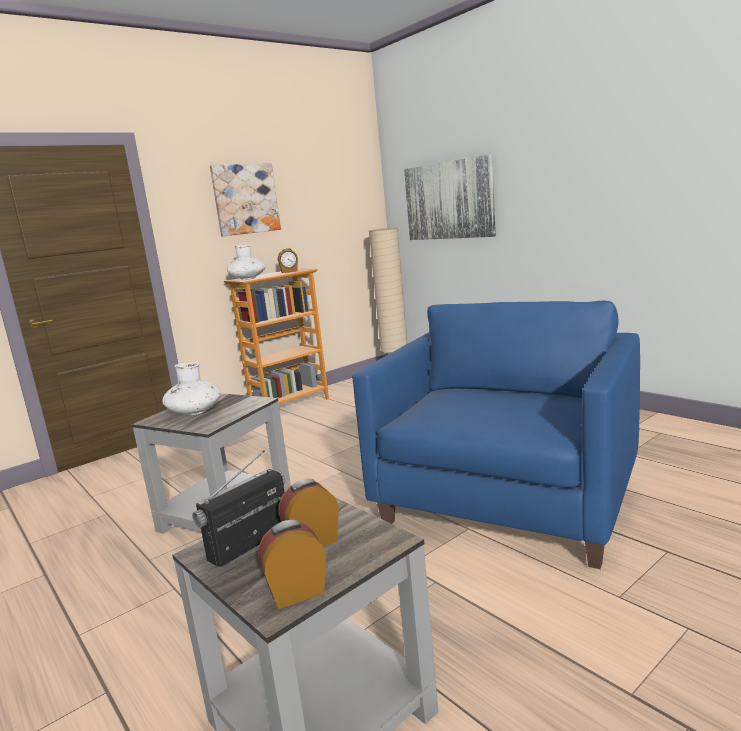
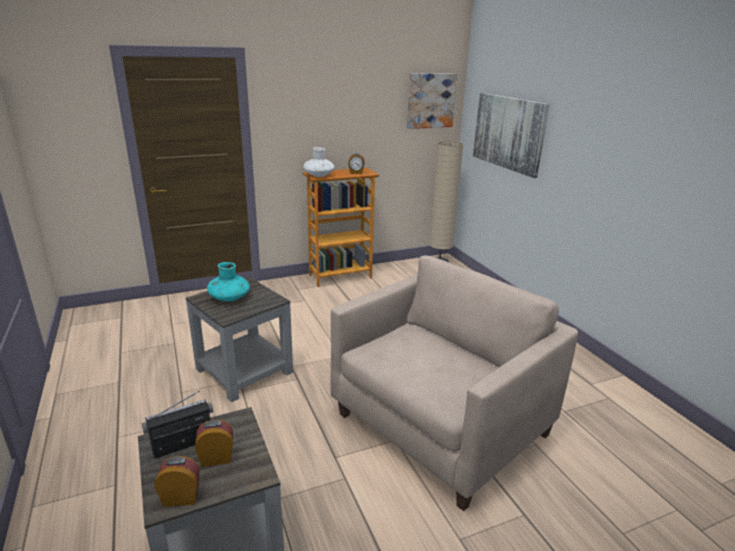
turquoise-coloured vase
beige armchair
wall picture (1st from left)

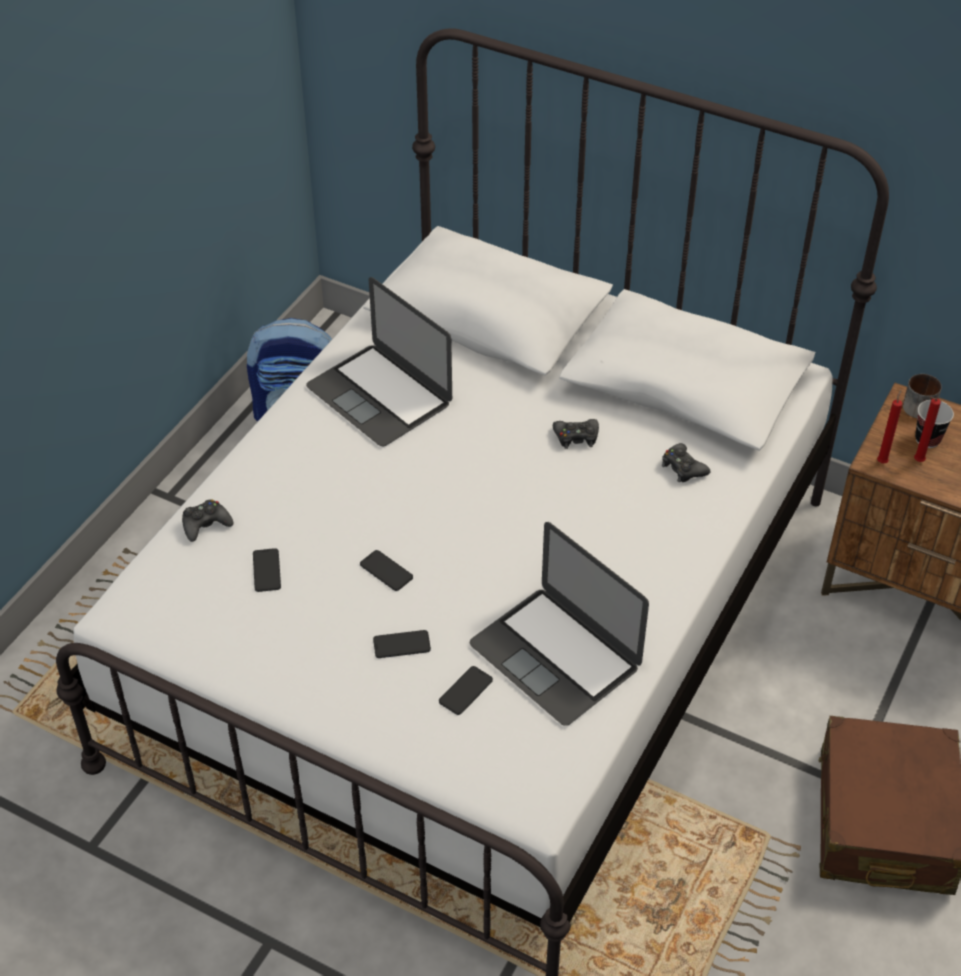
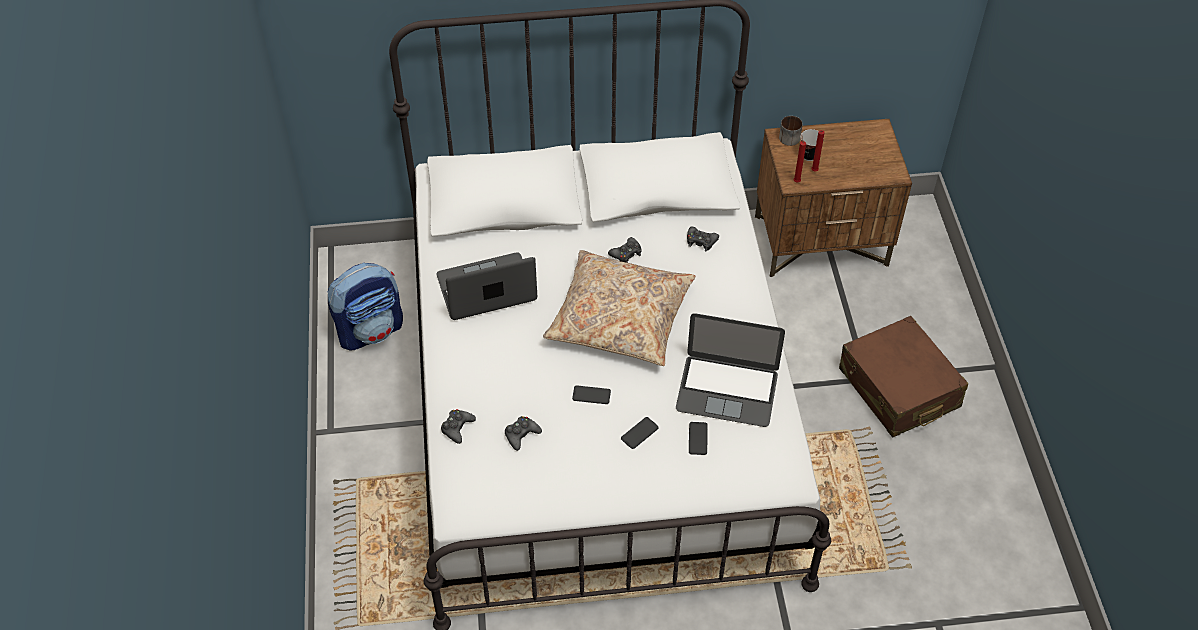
laptop (1st from left)
black gamepad (2nd from left)
beige throw pillow

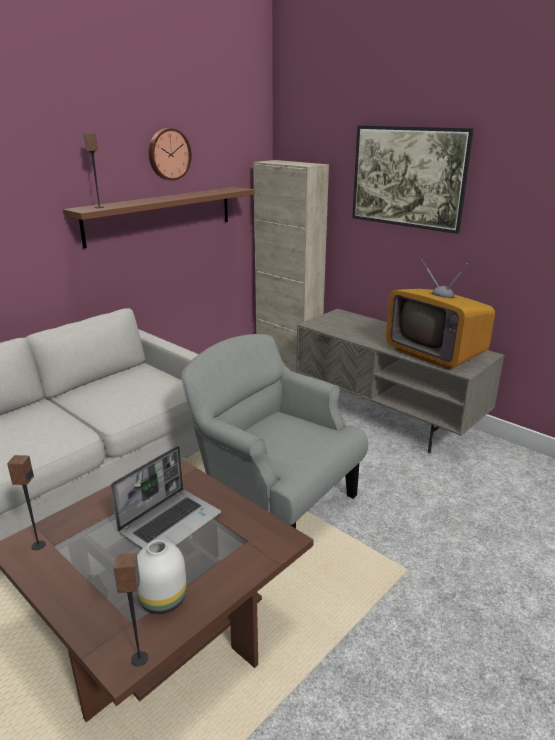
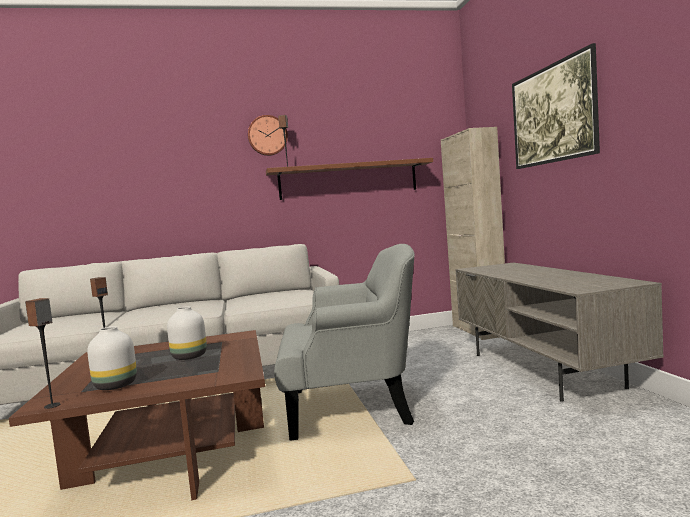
whitish vase (2nd from left)
wall clock
grey armchair
television

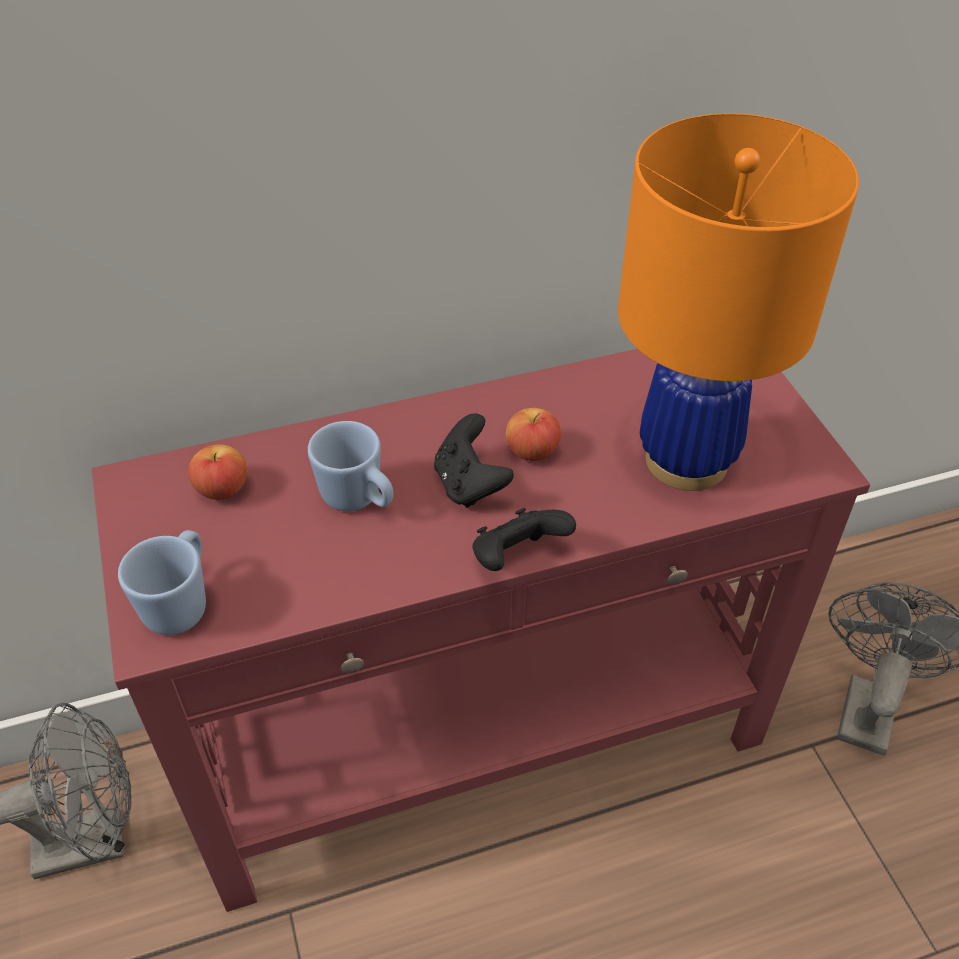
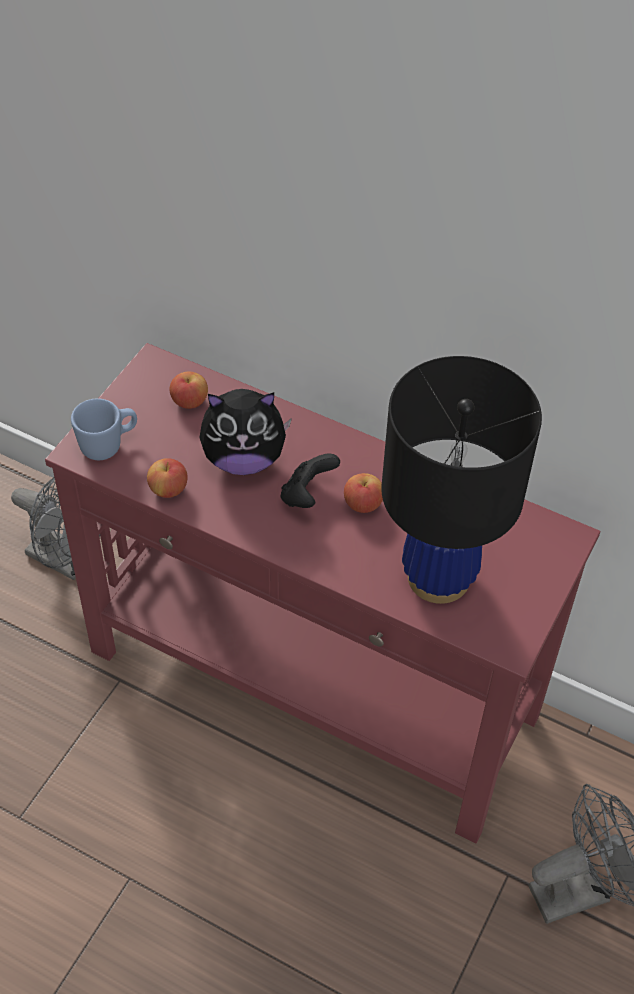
apple fruit (1st from left)
cuddly toy
black lamp for a table
black gamepad (2nd from left in the first image)

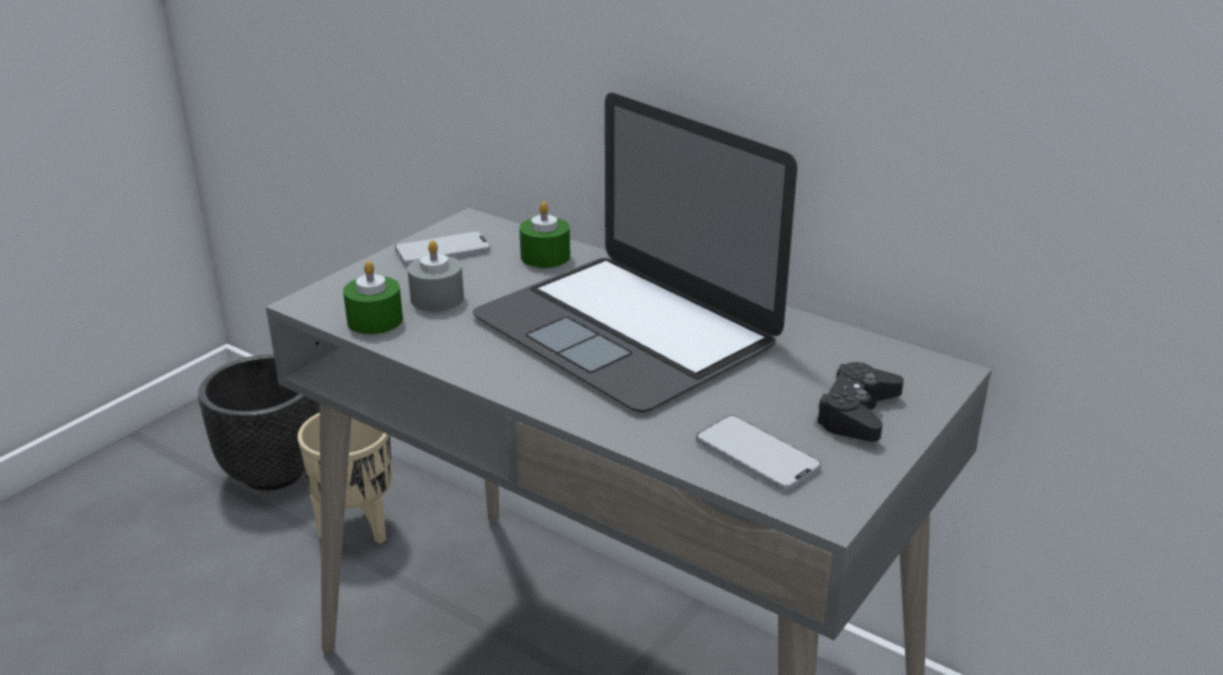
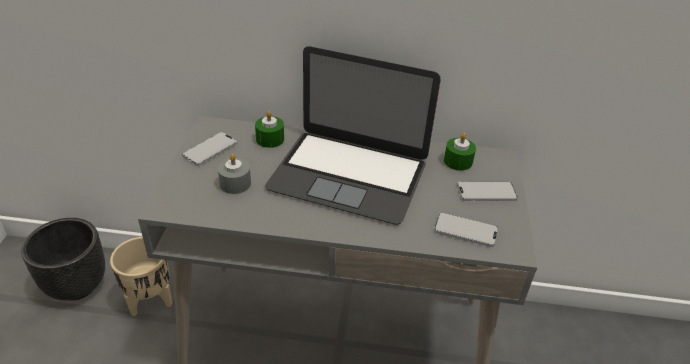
green-coloured wax candle (2nd from left)
phone (3rd from left)

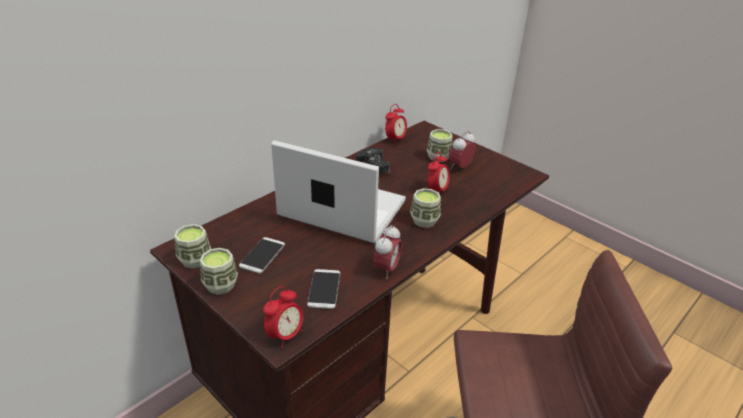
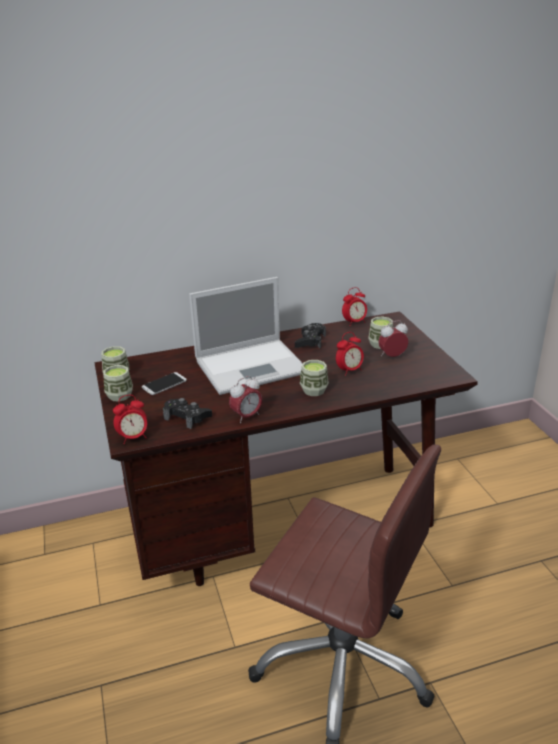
black gamepad (1st from left)
laptop

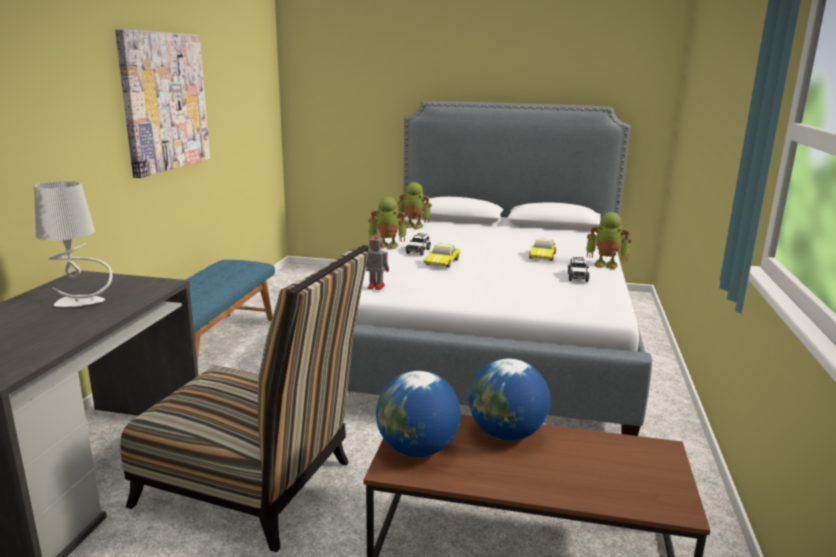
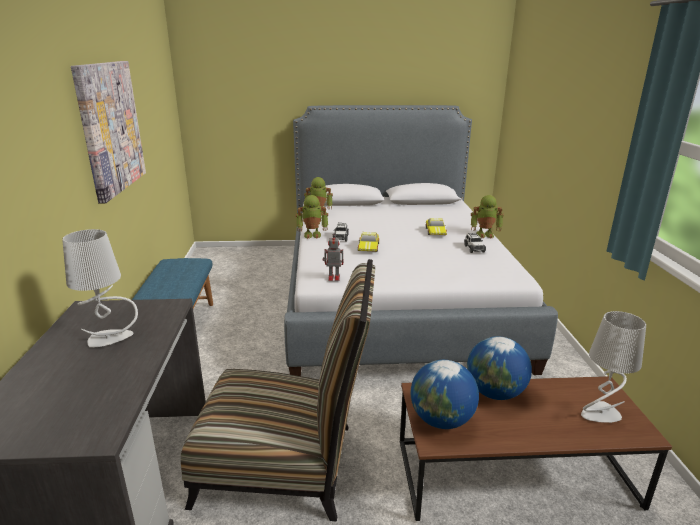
grey lamp for a table (2nd from left)

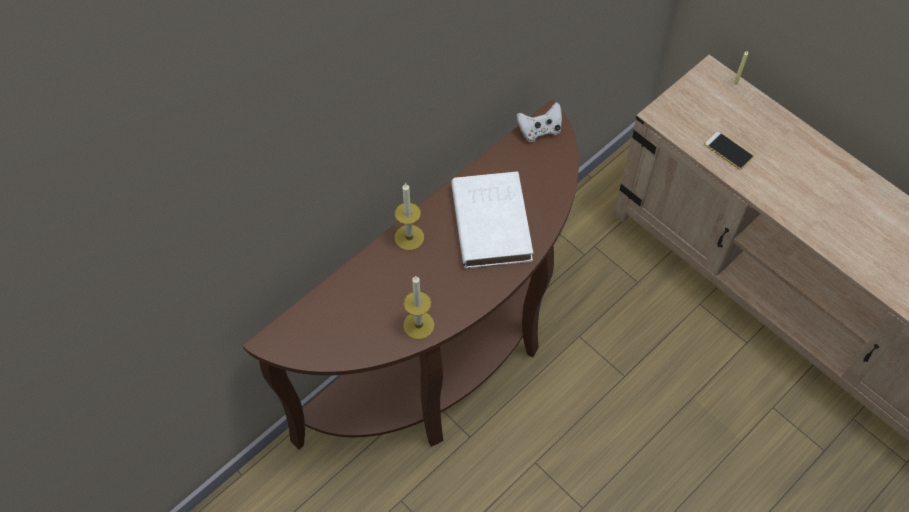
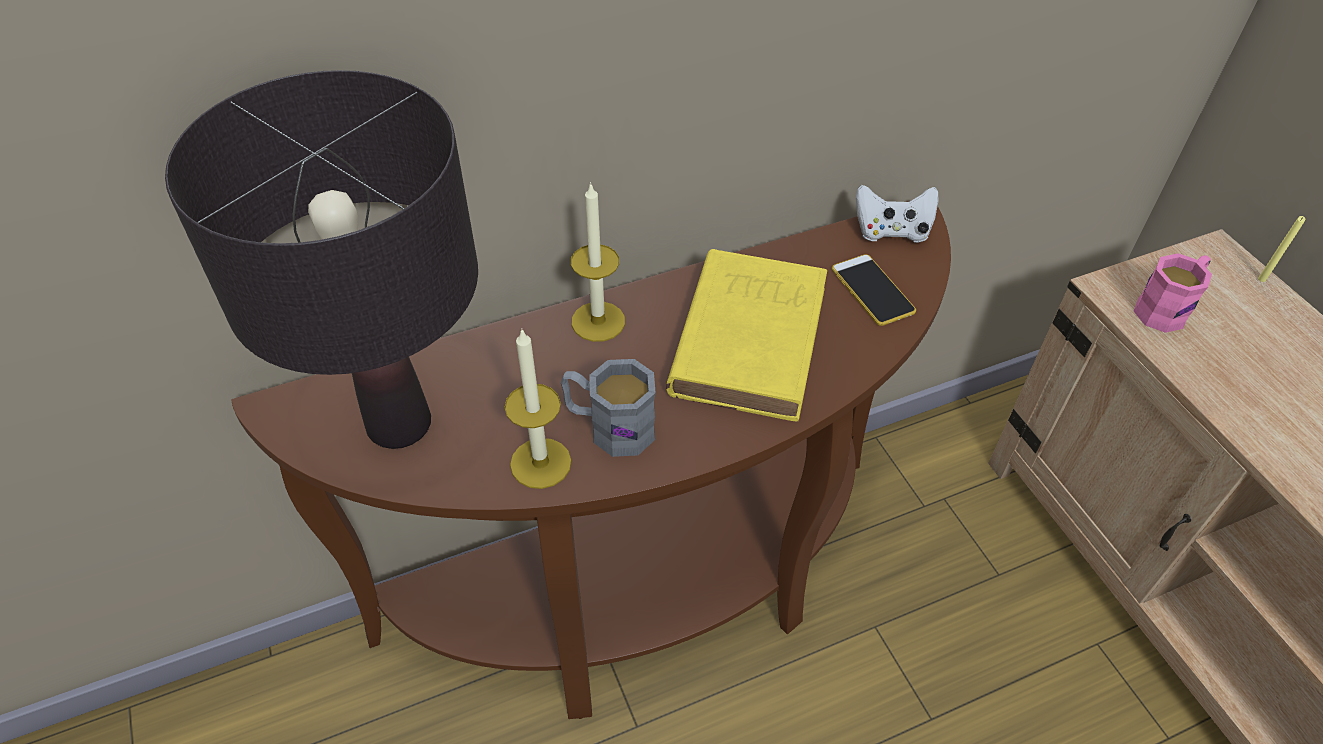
black lamp for a table
grey coffee mug
yellowish bound book
phone
pinkish coffee mug

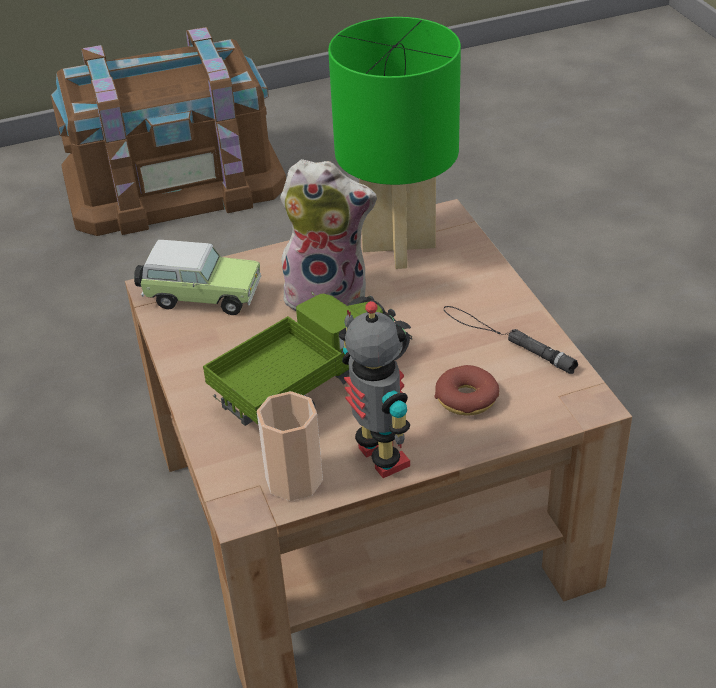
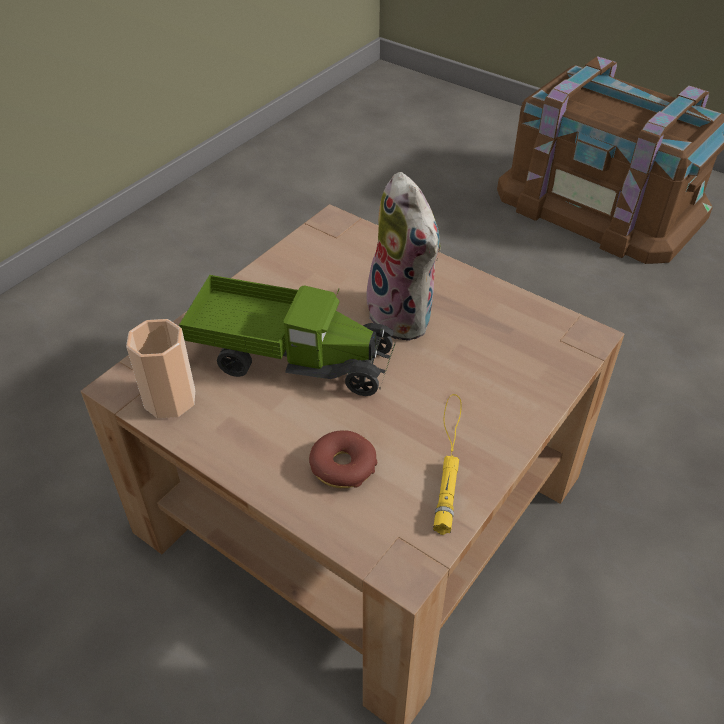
yellowish flashlight
miniature car
green-coloured lamp for a table
robot figure

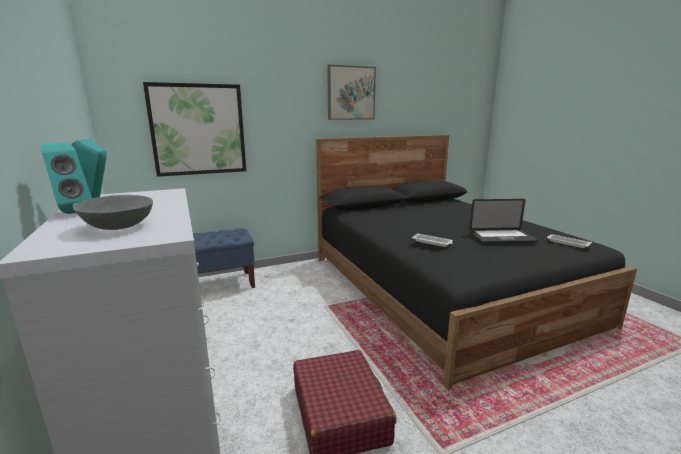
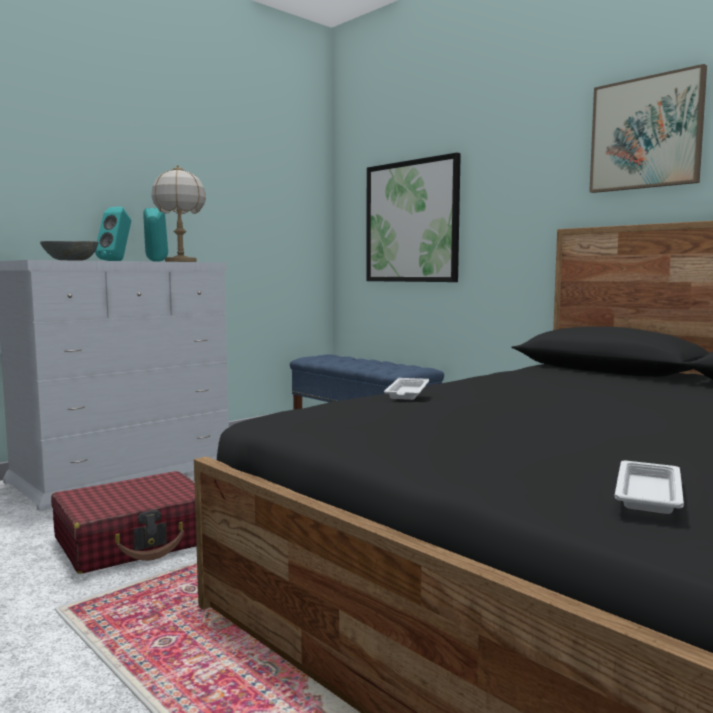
lamp for a table
laptop

